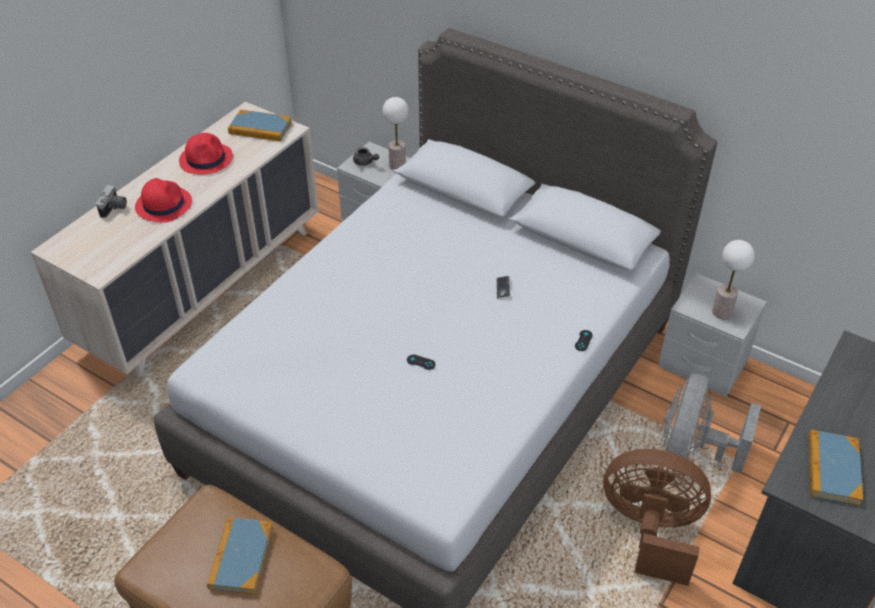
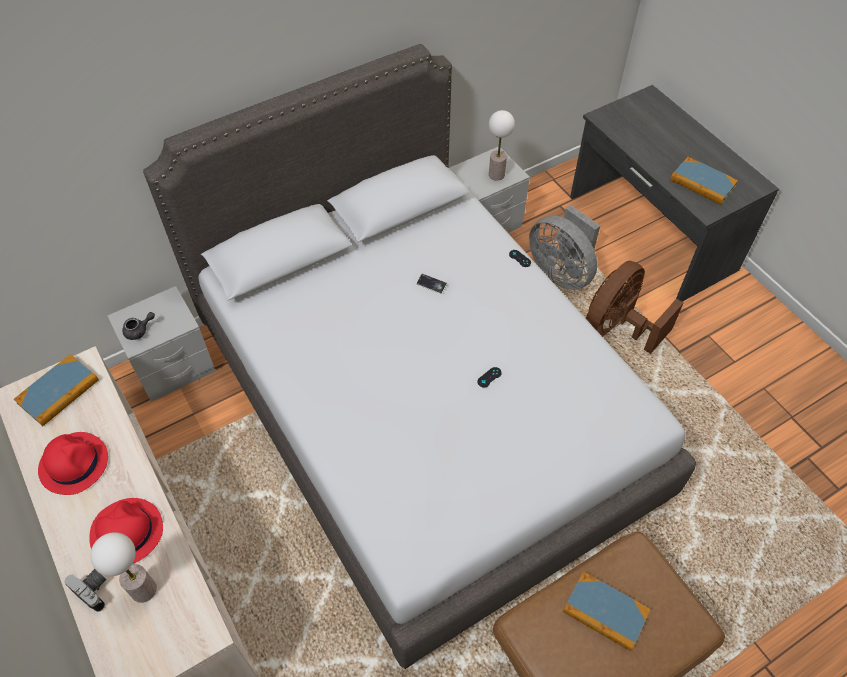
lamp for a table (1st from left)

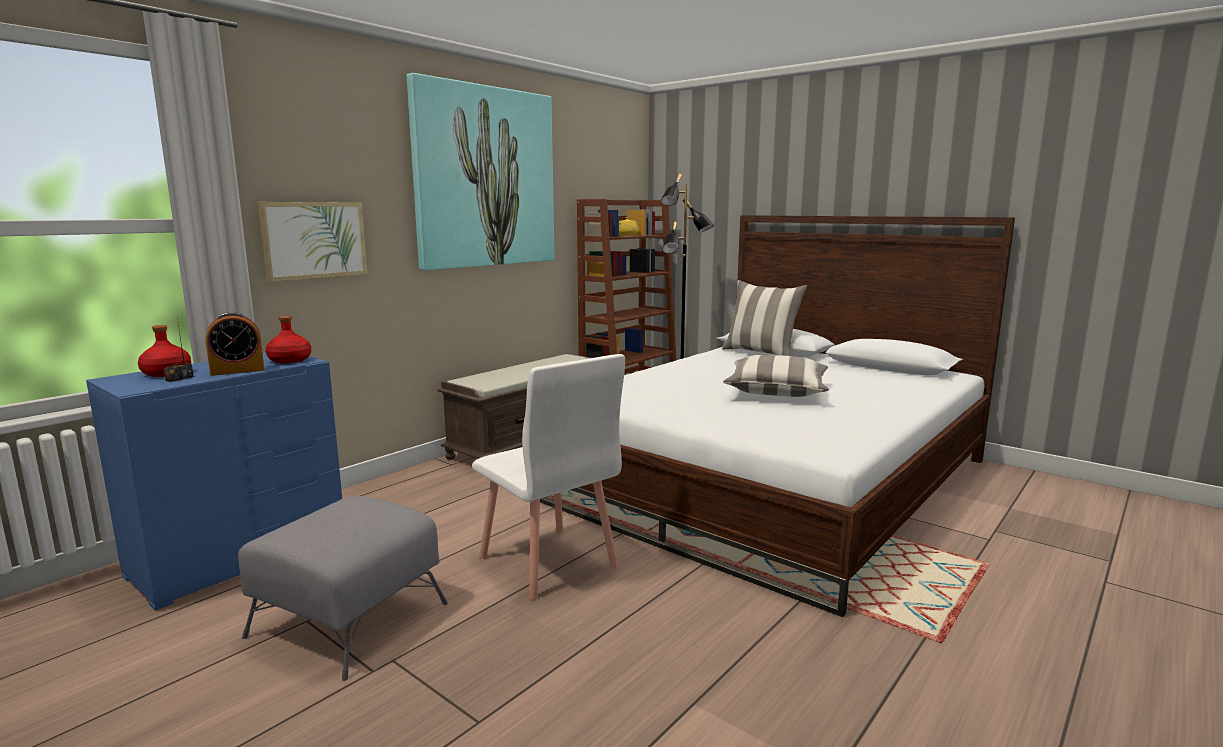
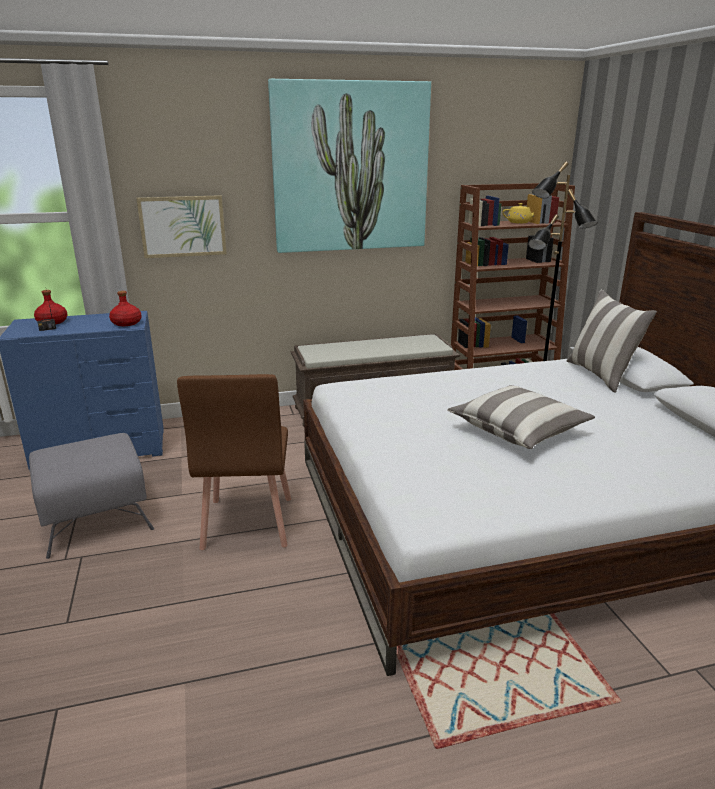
brown-coloured chair
table clock

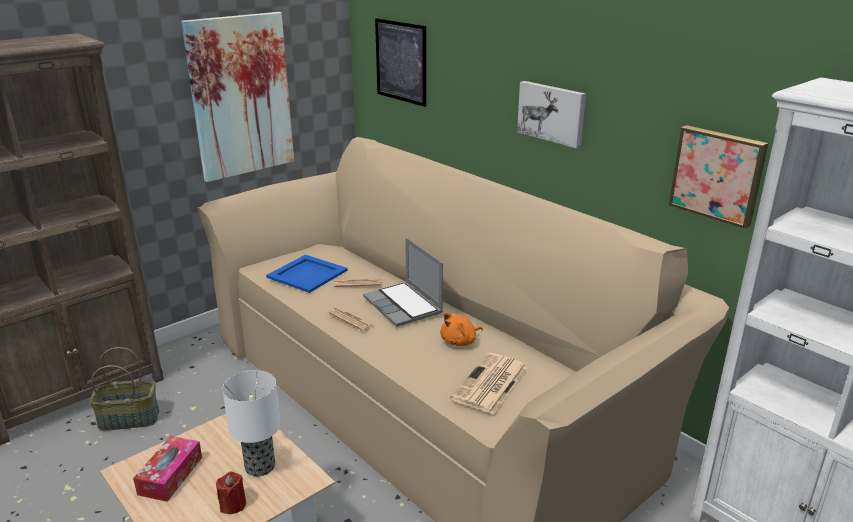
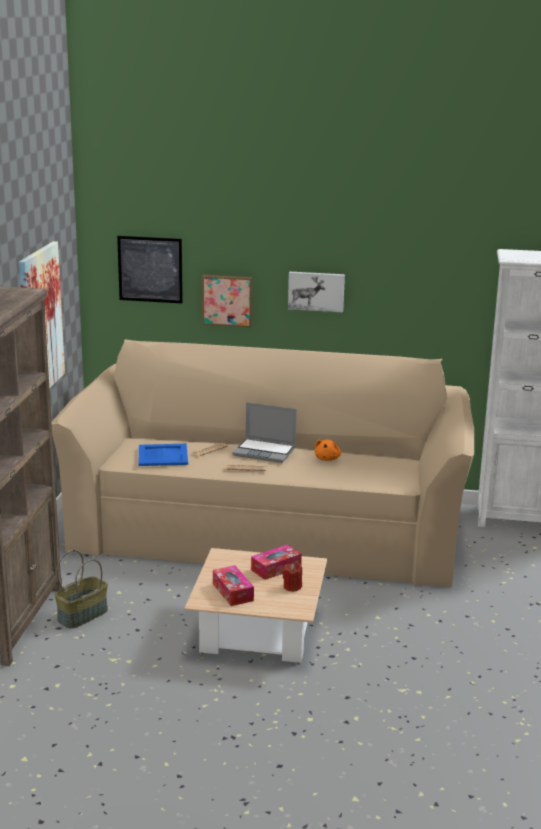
wall picture (3rd from left)
box of tissues (2nd from left)
daily paper (3rd from left in the first image)

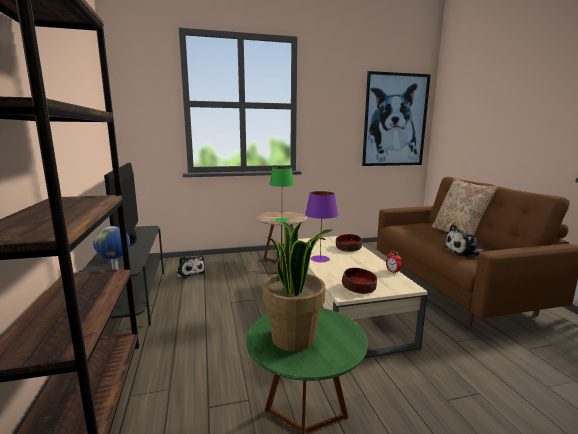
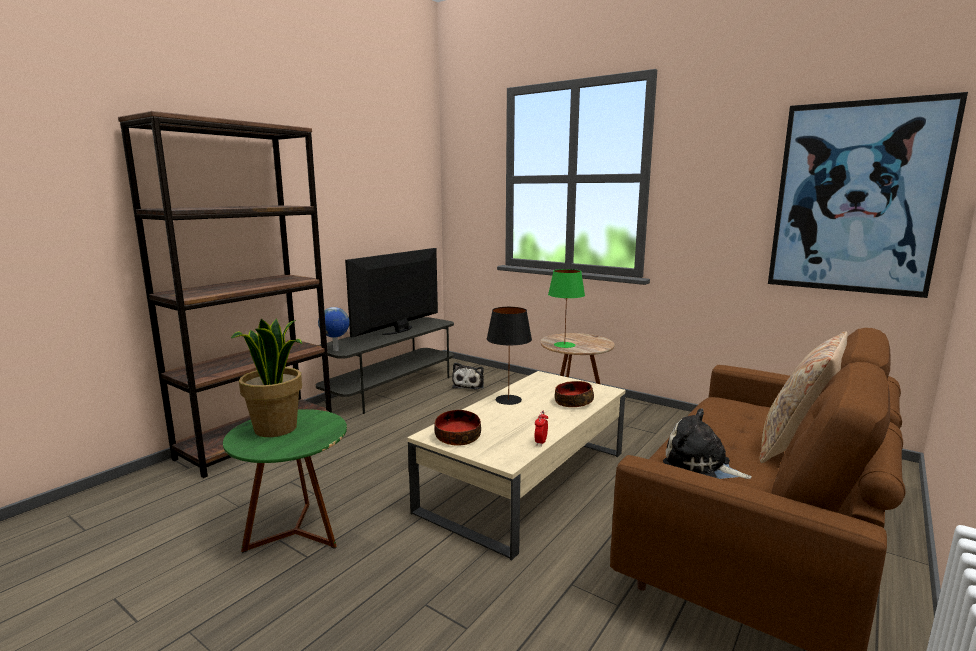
black lamp for a table

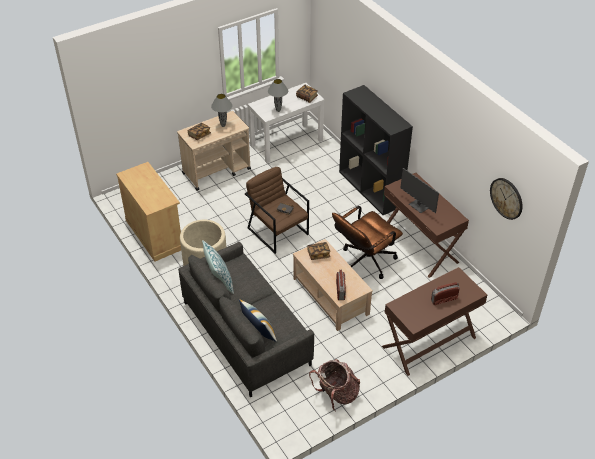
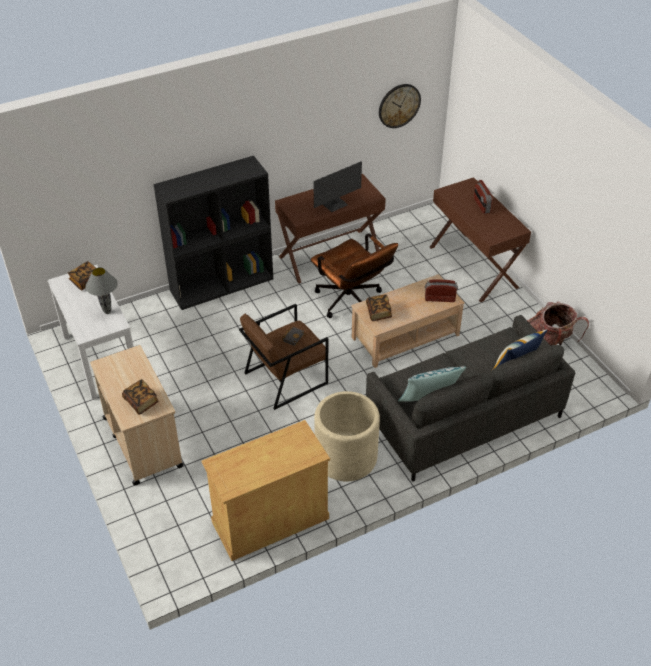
grey lamp for a table (1st from left in the first image)

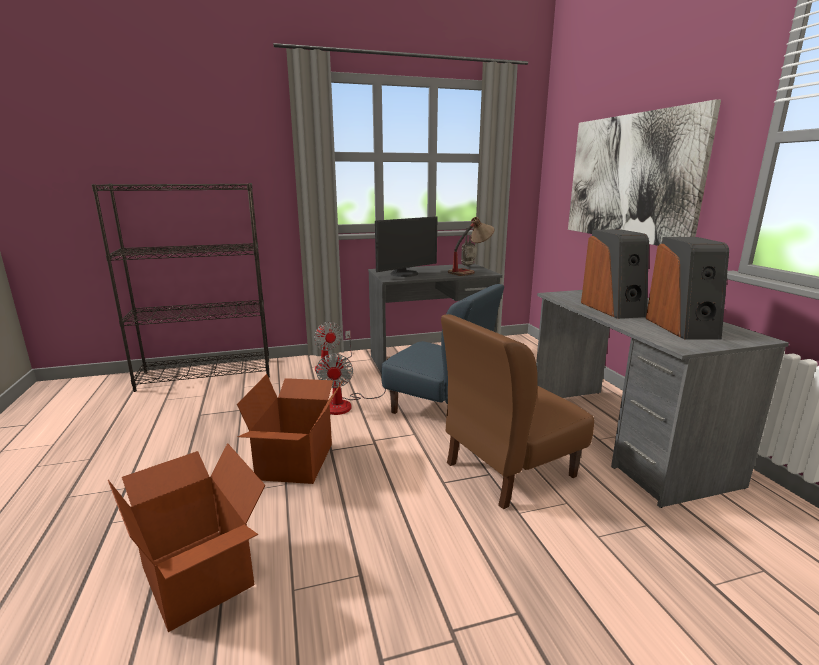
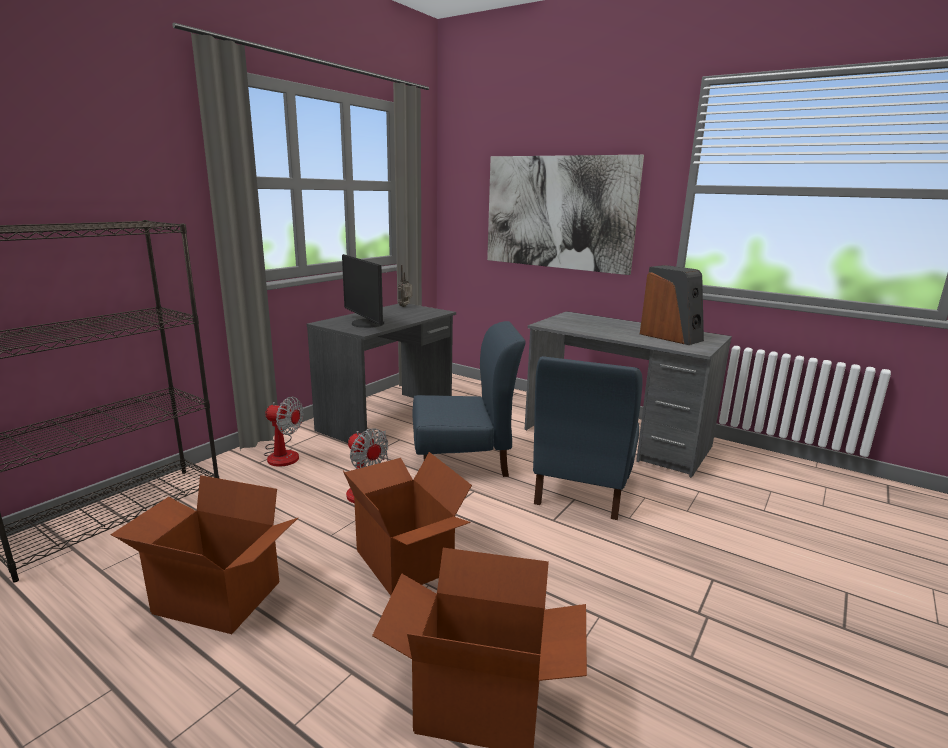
cardboard box (1st from left)
monitor
blue-coloured chair (2nd from left)
lamp for a table
audio speaker (1st from left in the first image)

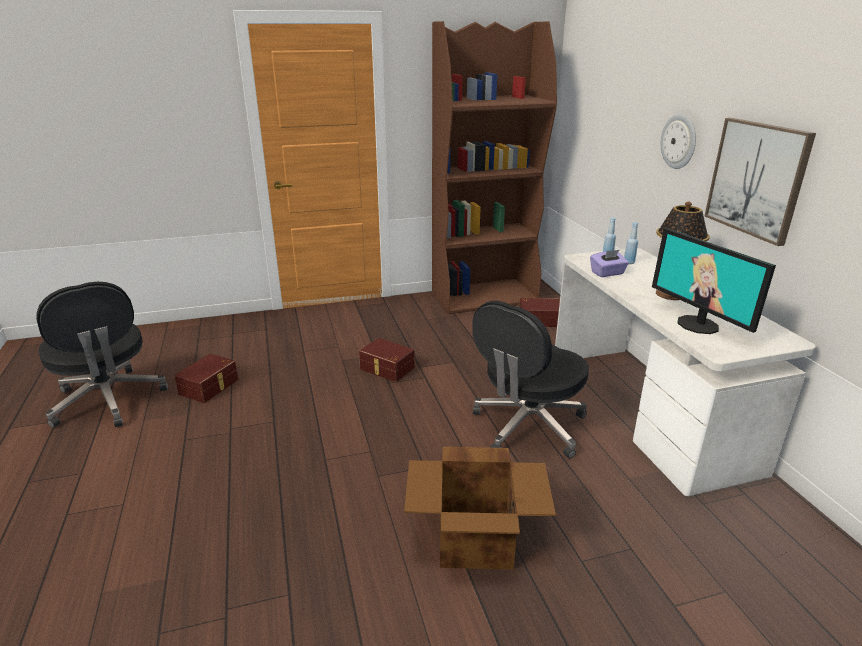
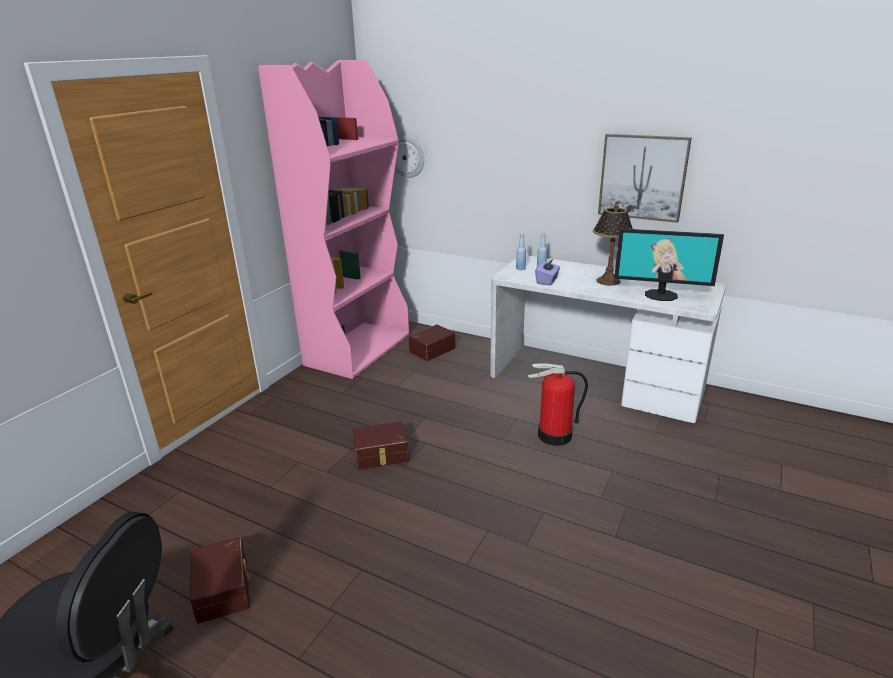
pinkish shelving unit
wall clock
fire-fighting cylinder
cardboard box

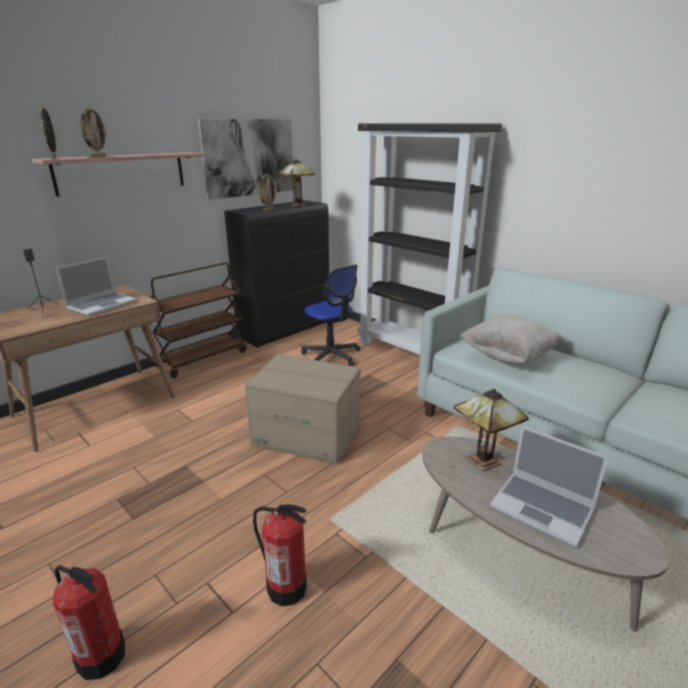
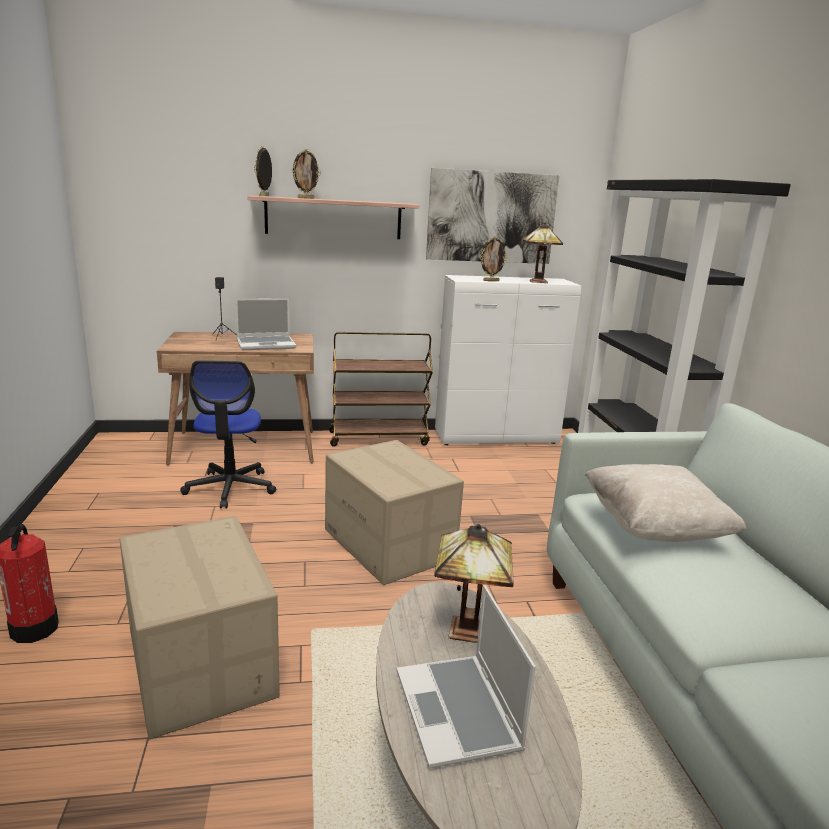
cardboard box (1st from left)
office chair
whitish storage cabinet

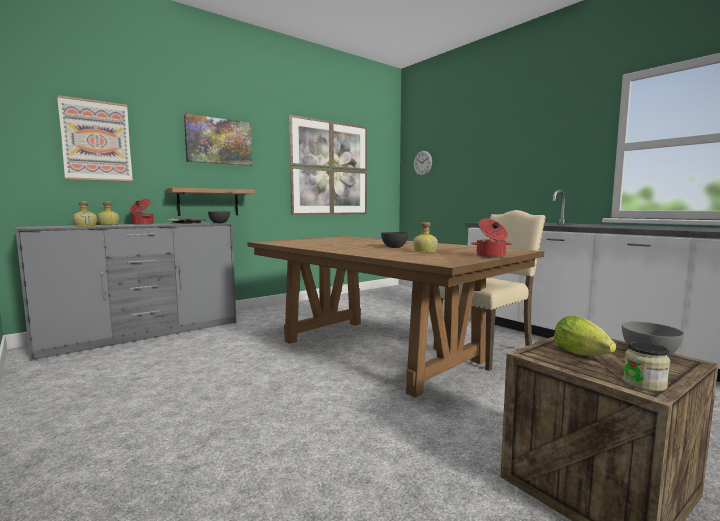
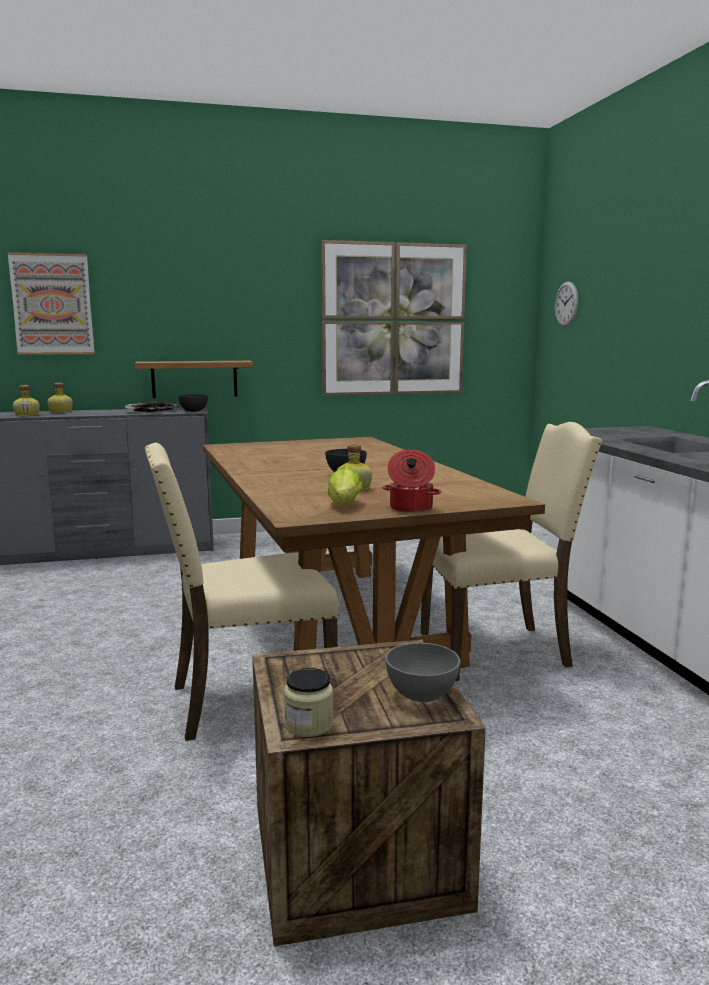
beige chair (1st from left)
head of lettuce
cooking pot (1st from left in the first image)
wall picture (2nd from left in the first image)

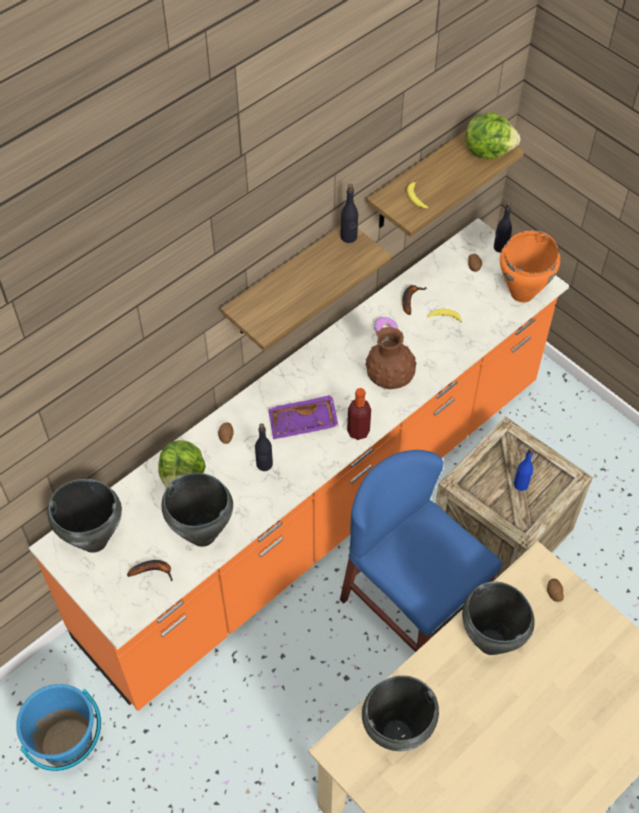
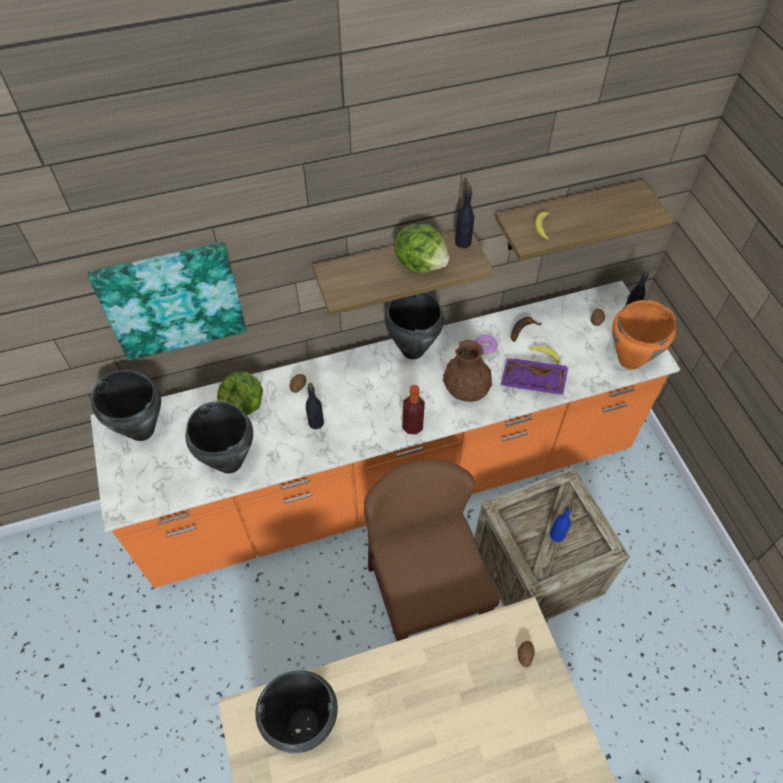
wall picture
brown-coloured chair
black cooking pot (4th from left)
head of lettuce (2nd from left)
purplish tray
blue-coloured pail
banana (1st from left in the first image)

